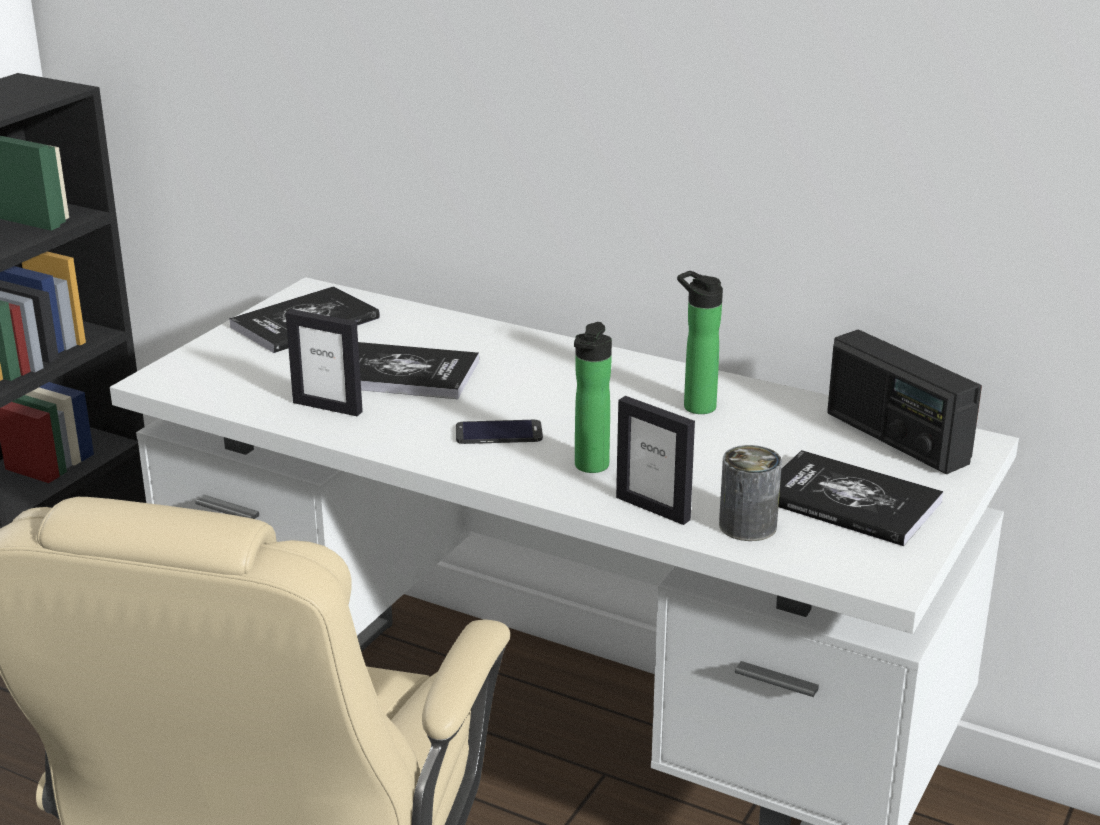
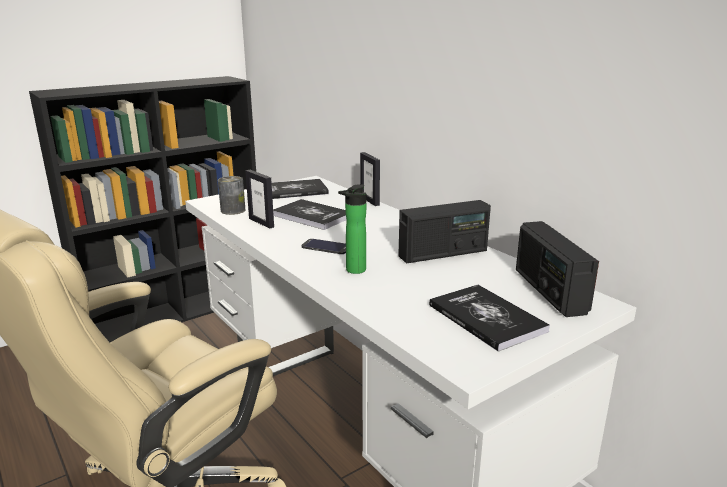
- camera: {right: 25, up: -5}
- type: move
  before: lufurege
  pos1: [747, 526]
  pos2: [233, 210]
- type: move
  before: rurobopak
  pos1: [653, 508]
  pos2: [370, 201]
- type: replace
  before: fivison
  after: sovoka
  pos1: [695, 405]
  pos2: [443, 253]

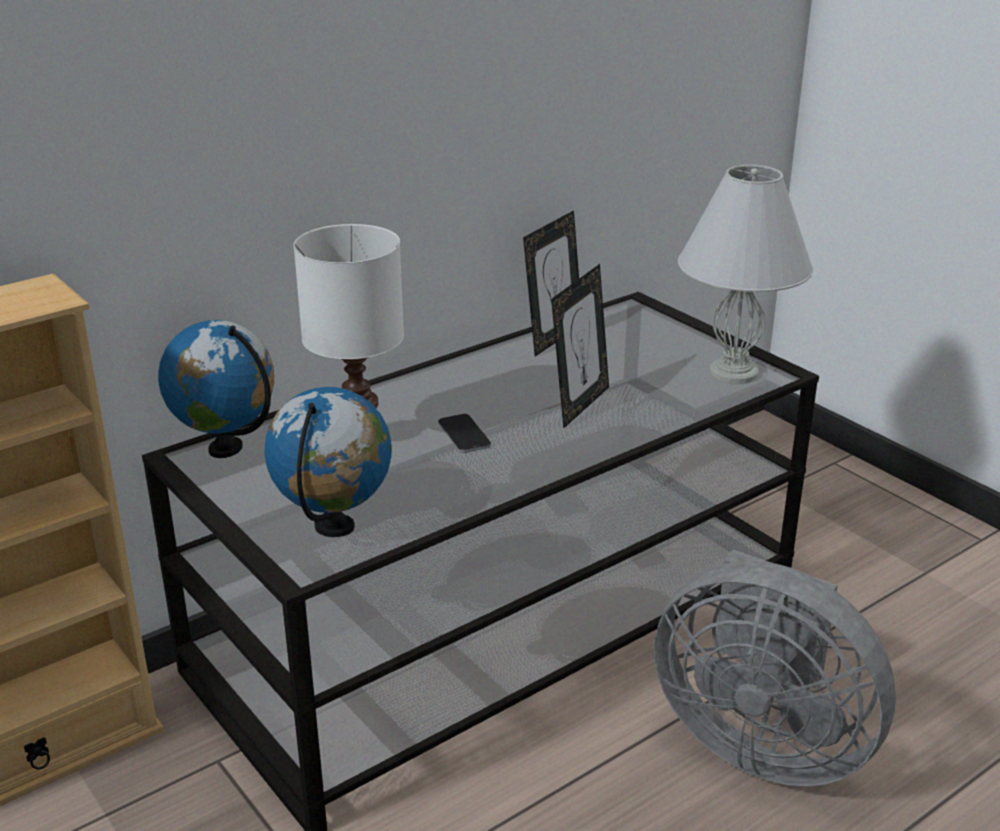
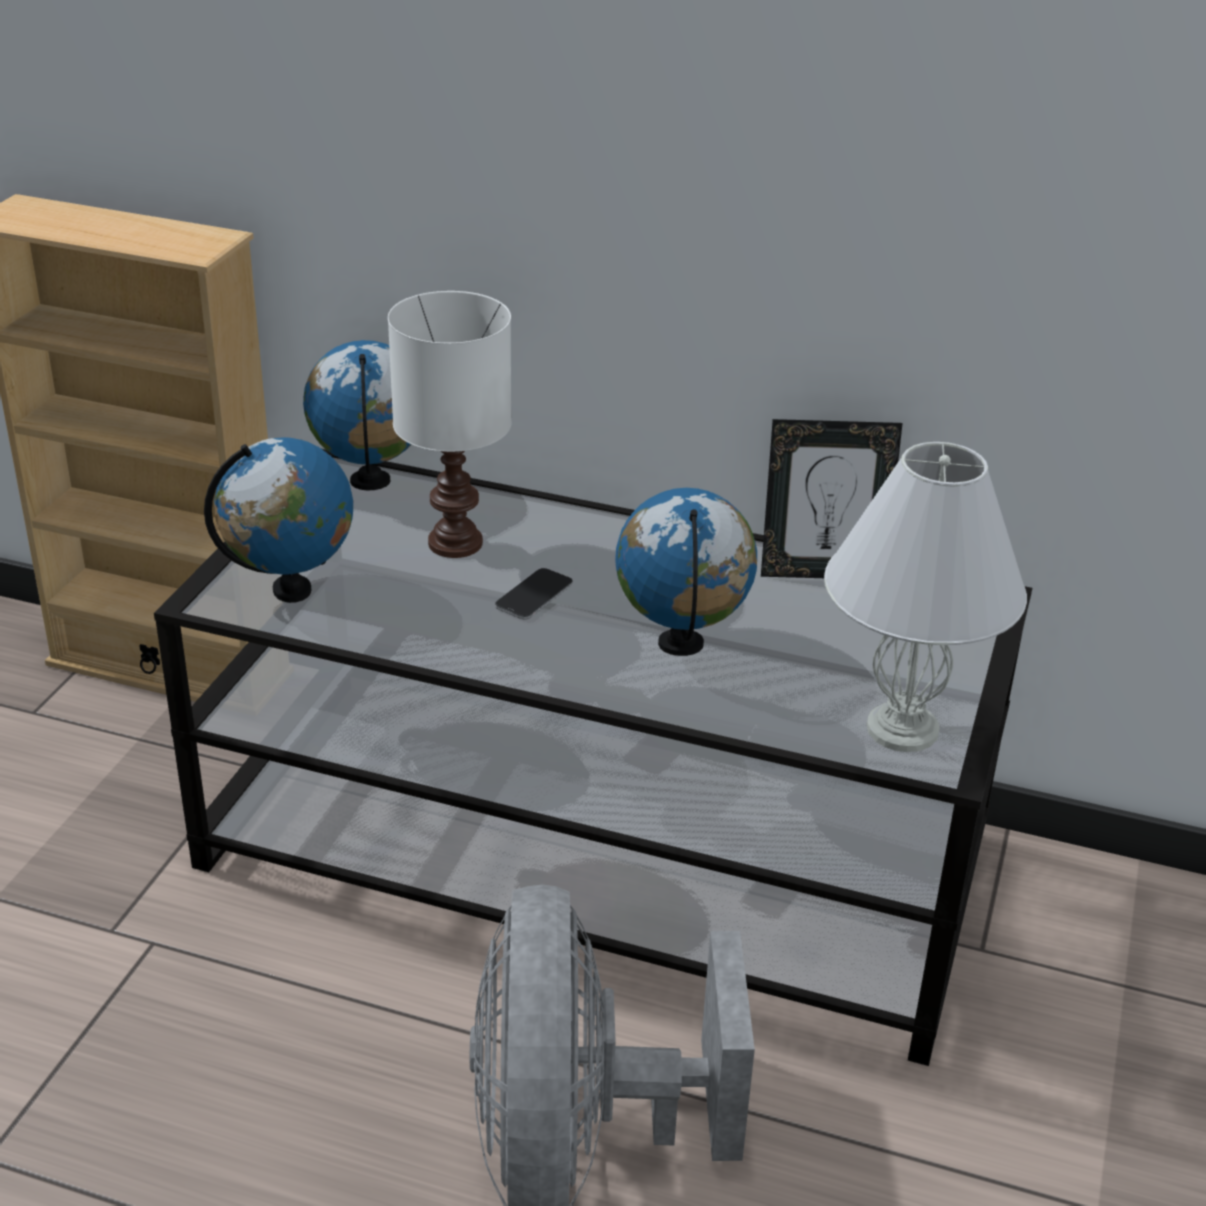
- camera: {right: 55, up: 5}
- type: replace
  before: rurobopak
  after: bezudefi
  pos1: [579, 405]
  pos2: [681, 644]

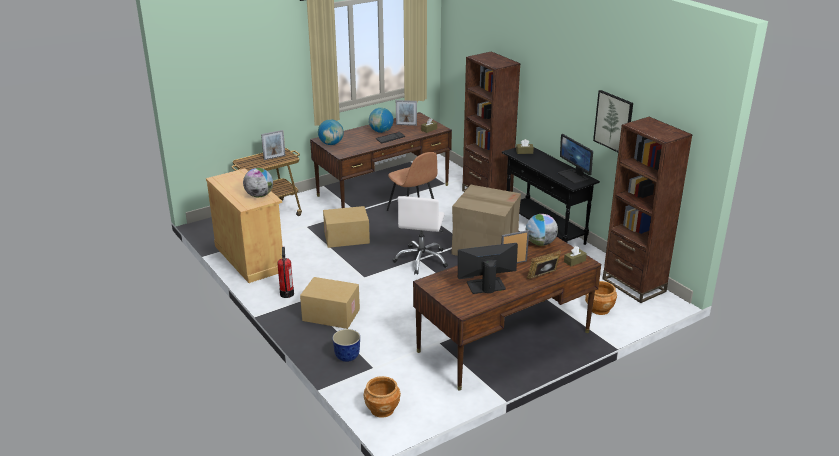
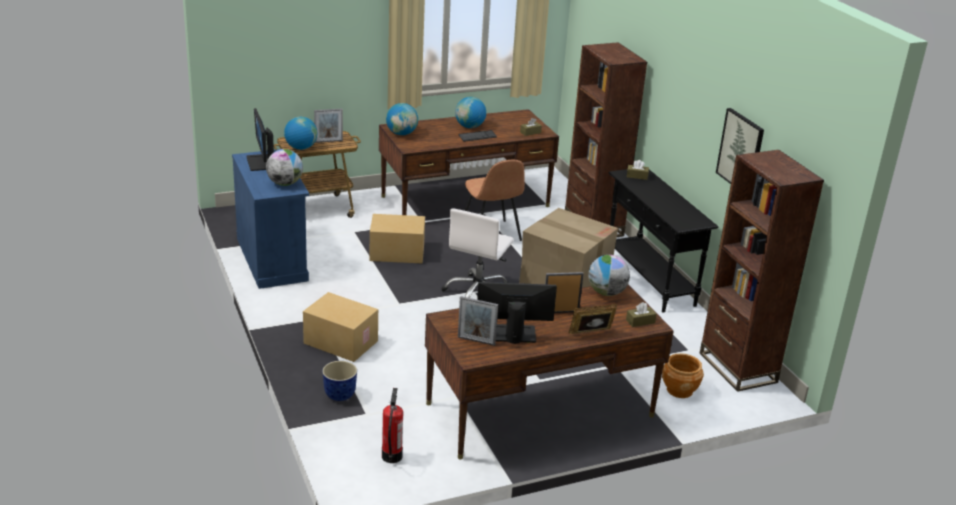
- camera: {right: 10, up: 0}
- type: recolor
  before: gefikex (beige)
  after: gefikex (blue)
  pos1: [250, 258]
  pos2: [272, 259]
- type: move
  before: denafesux
  pos1: [573, 176]
  pos2: [260, 162]
- type: insert
  after: bezudefi
  pos2: [301, 148]
- type: move
  before: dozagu
  pos1: [286, 294]
  pos2: [391, 456]
- type: move
  before: rurobopak
  pos1: [406, 125]
  pos2: [476, 341]
- type: delete
  before: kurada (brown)
  pos1: [382, 409]

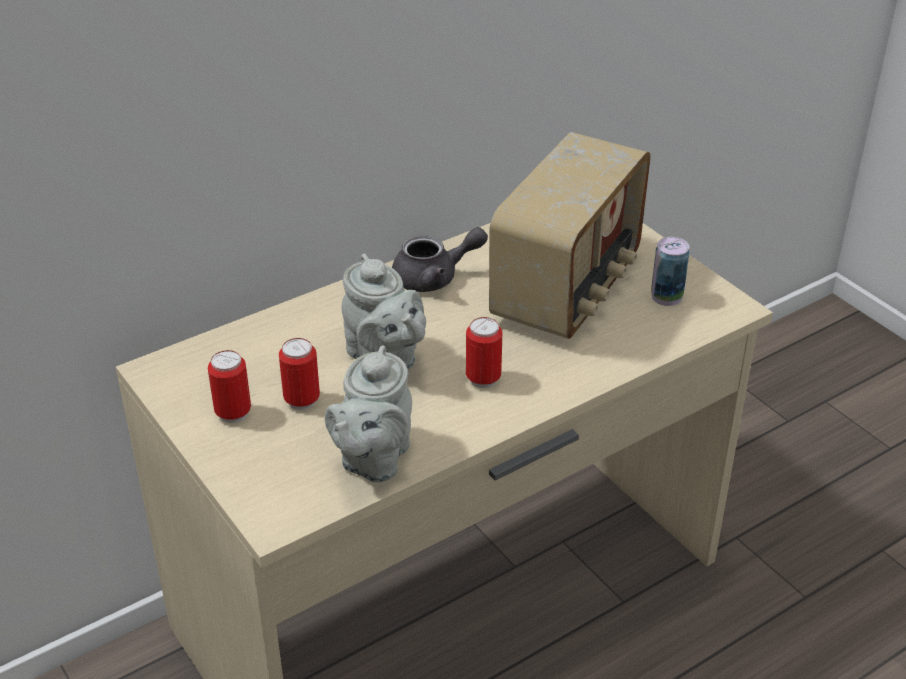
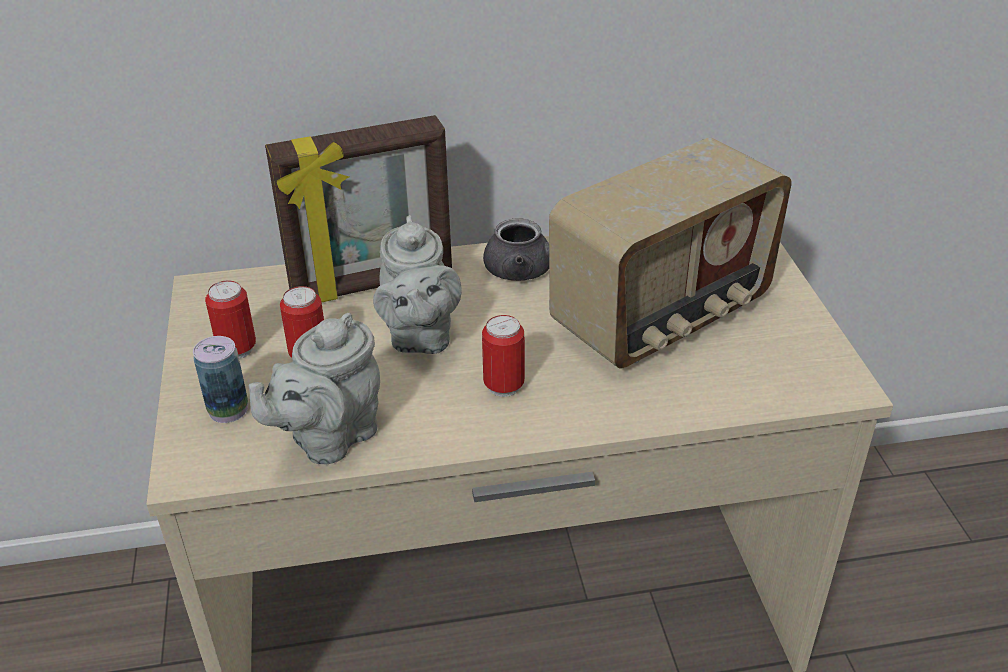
- camera: {right: 25, up: 0}
- type: move
  before: lufurege
  pos1: [666, 297]
  pos2: [228, 410]
- type: insert
  after: rurobopak
  pos2: [372, 284]

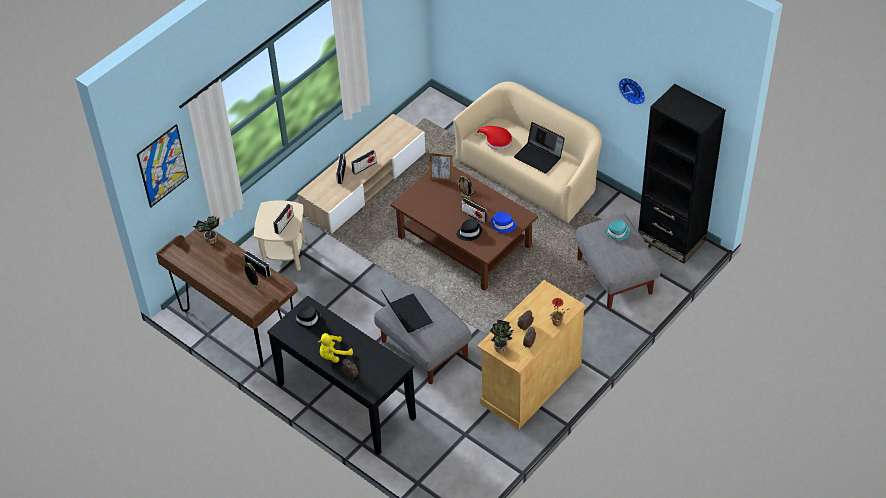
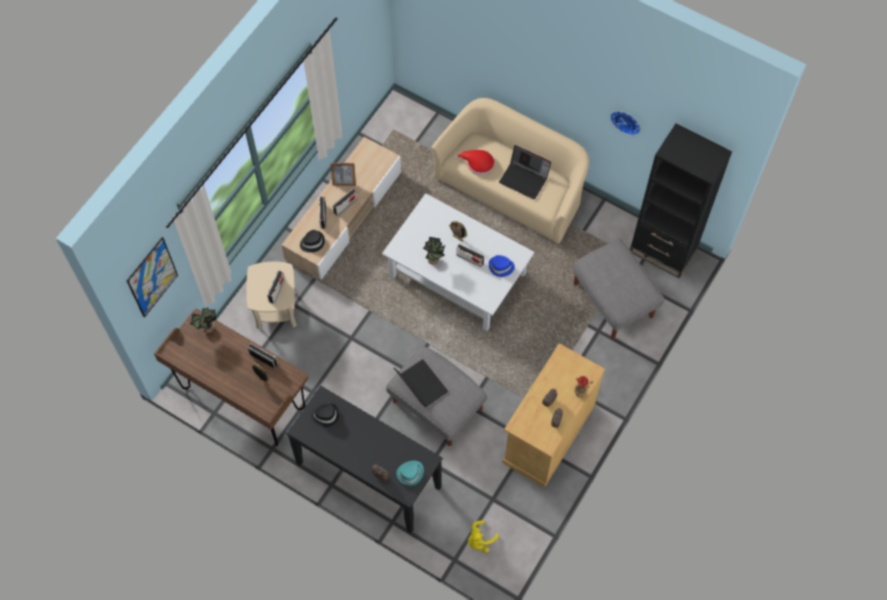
- camera: {right: -10, up: 15}
- type: move
  before: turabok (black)
  pos1: [469, 232]
  pos2: [312, 242]
- type: move
  before: rurobopak
  pos1: [441, 177]
  pos2: [344, 182]
- type: recolor
  before: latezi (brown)
  after: latezi (white)
  pos1: [465, 241]
  pos2: [458, 274]
- type: move
  before: turabok (turquoise)
  pos1: [618, 233]
  pos2: [410, 473]
- type: move
  before: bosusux
  pos1: [501, 349]
  pos2: [434, 261]
- type: move
  before: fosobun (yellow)
  pos1: [333, 355]
  pos2: [480, 540]

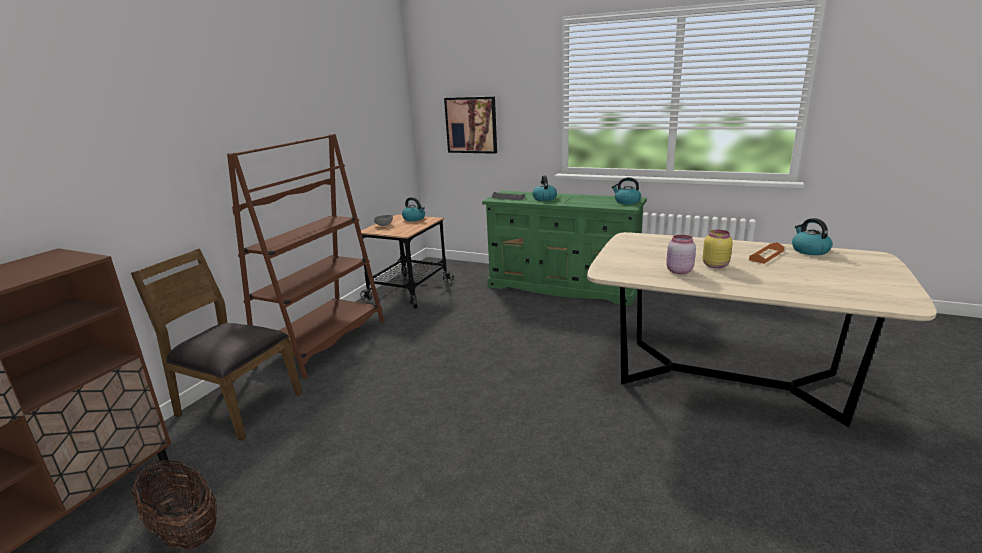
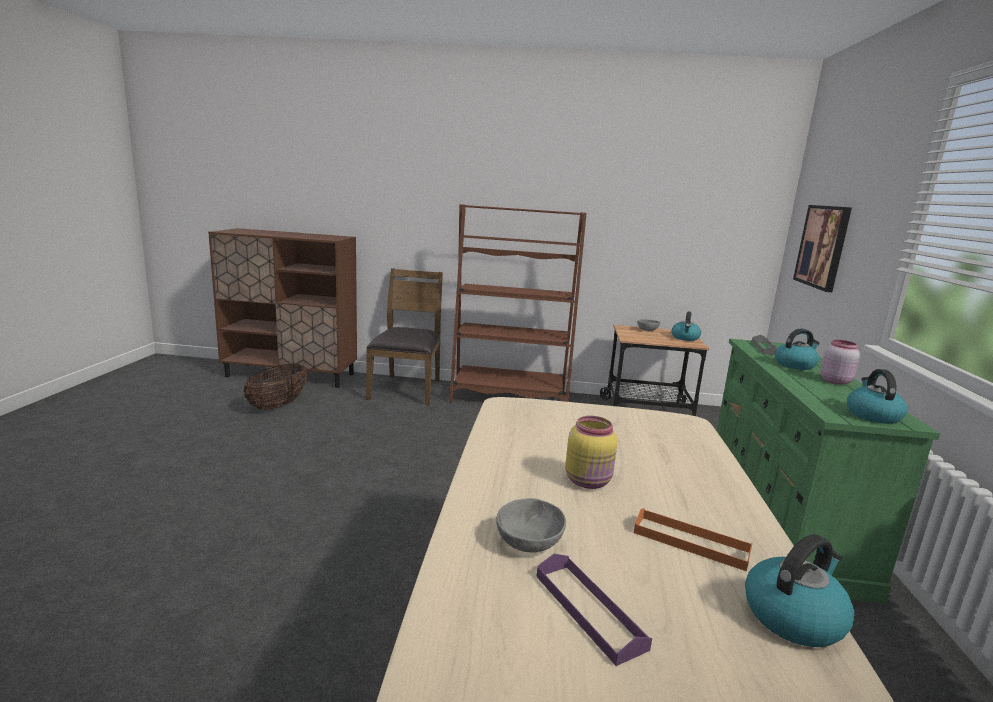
- camera: {right: 70, up: -5}
- type: insert
  after: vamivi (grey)
  pos2: [530, 543]
- type: insert
  after: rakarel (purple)
  pos2: [588, 610]
- type: move
  before: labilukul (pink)
  pos1: [678, 271]
  pos2: [834, 381]

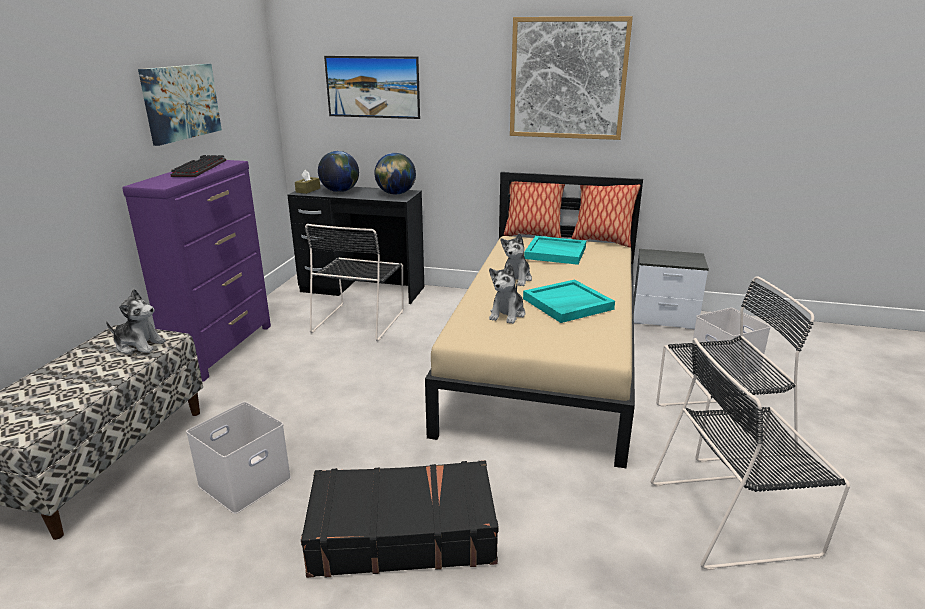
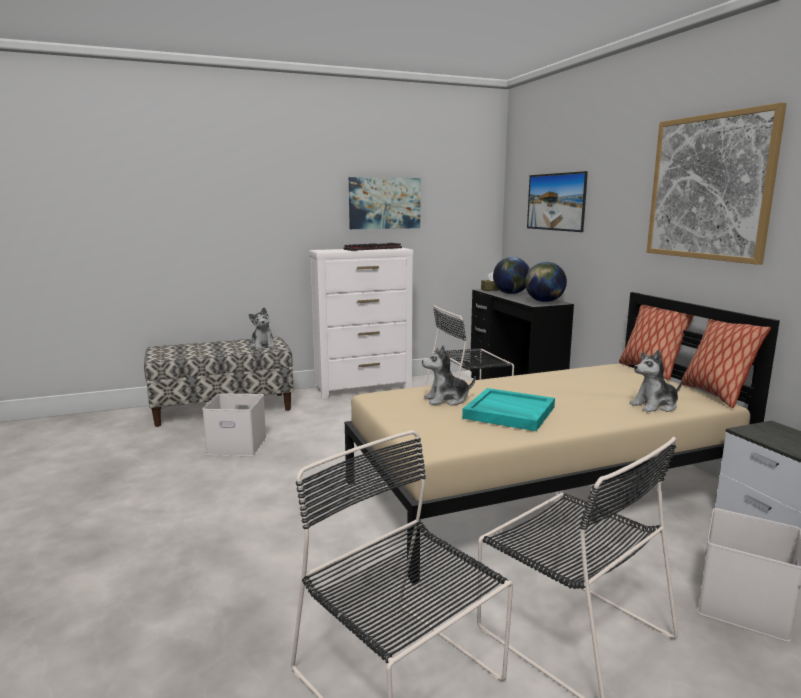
- camera: {right: 55, up: -10}
- type: recolor
  before: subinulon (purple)
  after: subinulon (white)
  pos1: [223, 348]
  pos2: [364, 388]
- type: move
  before: fosobun
  pos1: [516, 279]
  pos2: [655, 406]
- type: delete
  before: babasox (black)
  pos1: [402, 532]
- type: delete
  before: rakarel (turquoise)
  pos1: [556, 252]

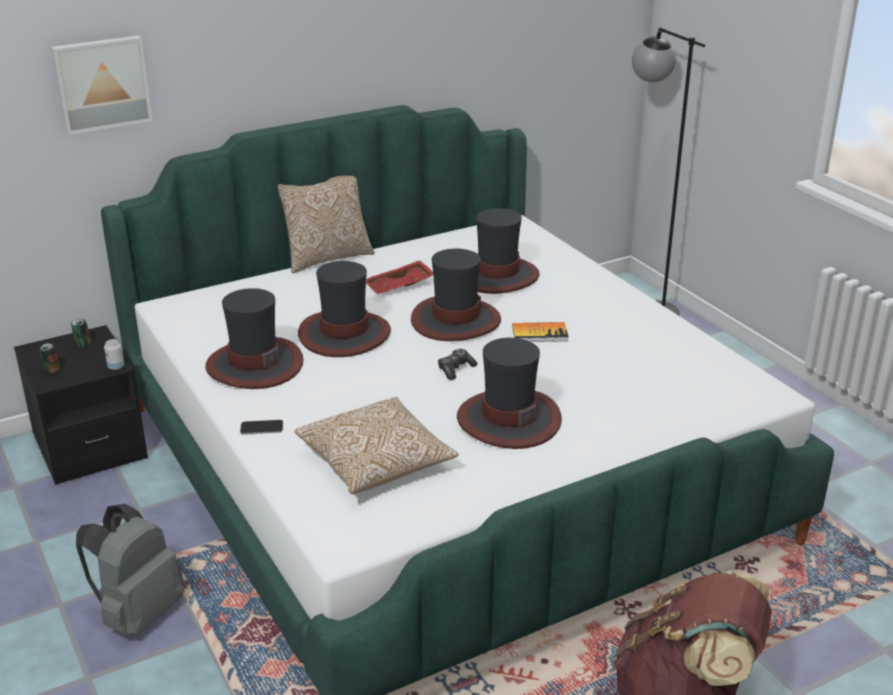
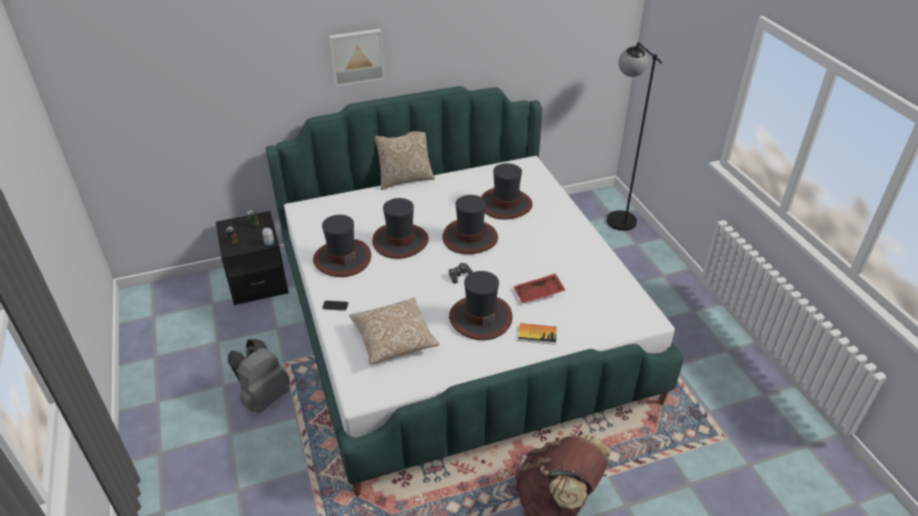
- camera: {right: 10, up: 10}
- type: move
  before: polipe
  pos1: [101, 83]
  pos2: [356, 56]
- type: move
  before: rakarel (red)
  pos1: [400, 286]
  pos2: [539, 294]
- type: move
  before: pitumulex
  pos1: [539, 333]
  pos2: [537, 334]

